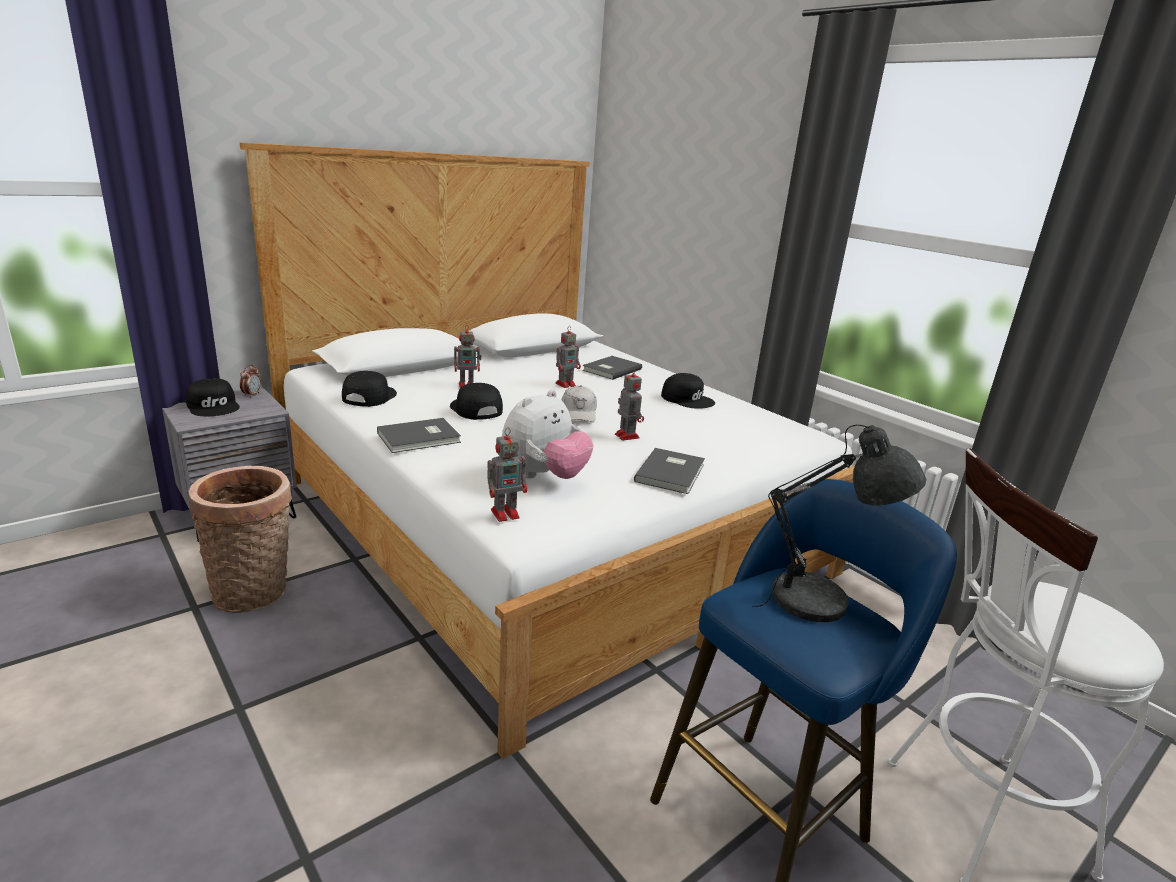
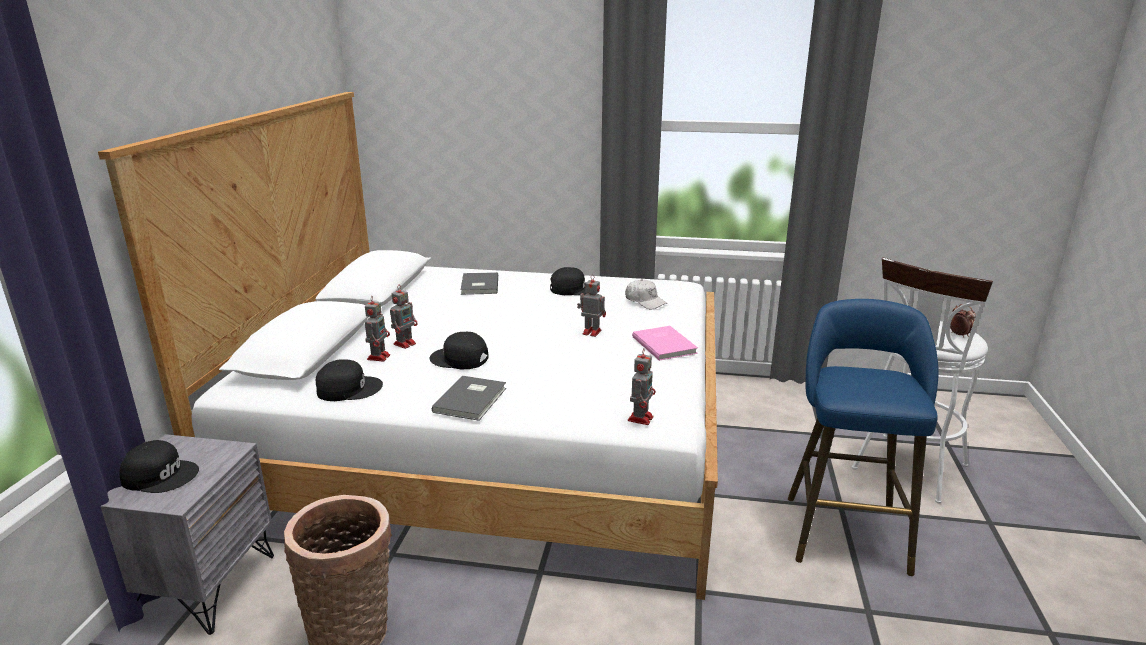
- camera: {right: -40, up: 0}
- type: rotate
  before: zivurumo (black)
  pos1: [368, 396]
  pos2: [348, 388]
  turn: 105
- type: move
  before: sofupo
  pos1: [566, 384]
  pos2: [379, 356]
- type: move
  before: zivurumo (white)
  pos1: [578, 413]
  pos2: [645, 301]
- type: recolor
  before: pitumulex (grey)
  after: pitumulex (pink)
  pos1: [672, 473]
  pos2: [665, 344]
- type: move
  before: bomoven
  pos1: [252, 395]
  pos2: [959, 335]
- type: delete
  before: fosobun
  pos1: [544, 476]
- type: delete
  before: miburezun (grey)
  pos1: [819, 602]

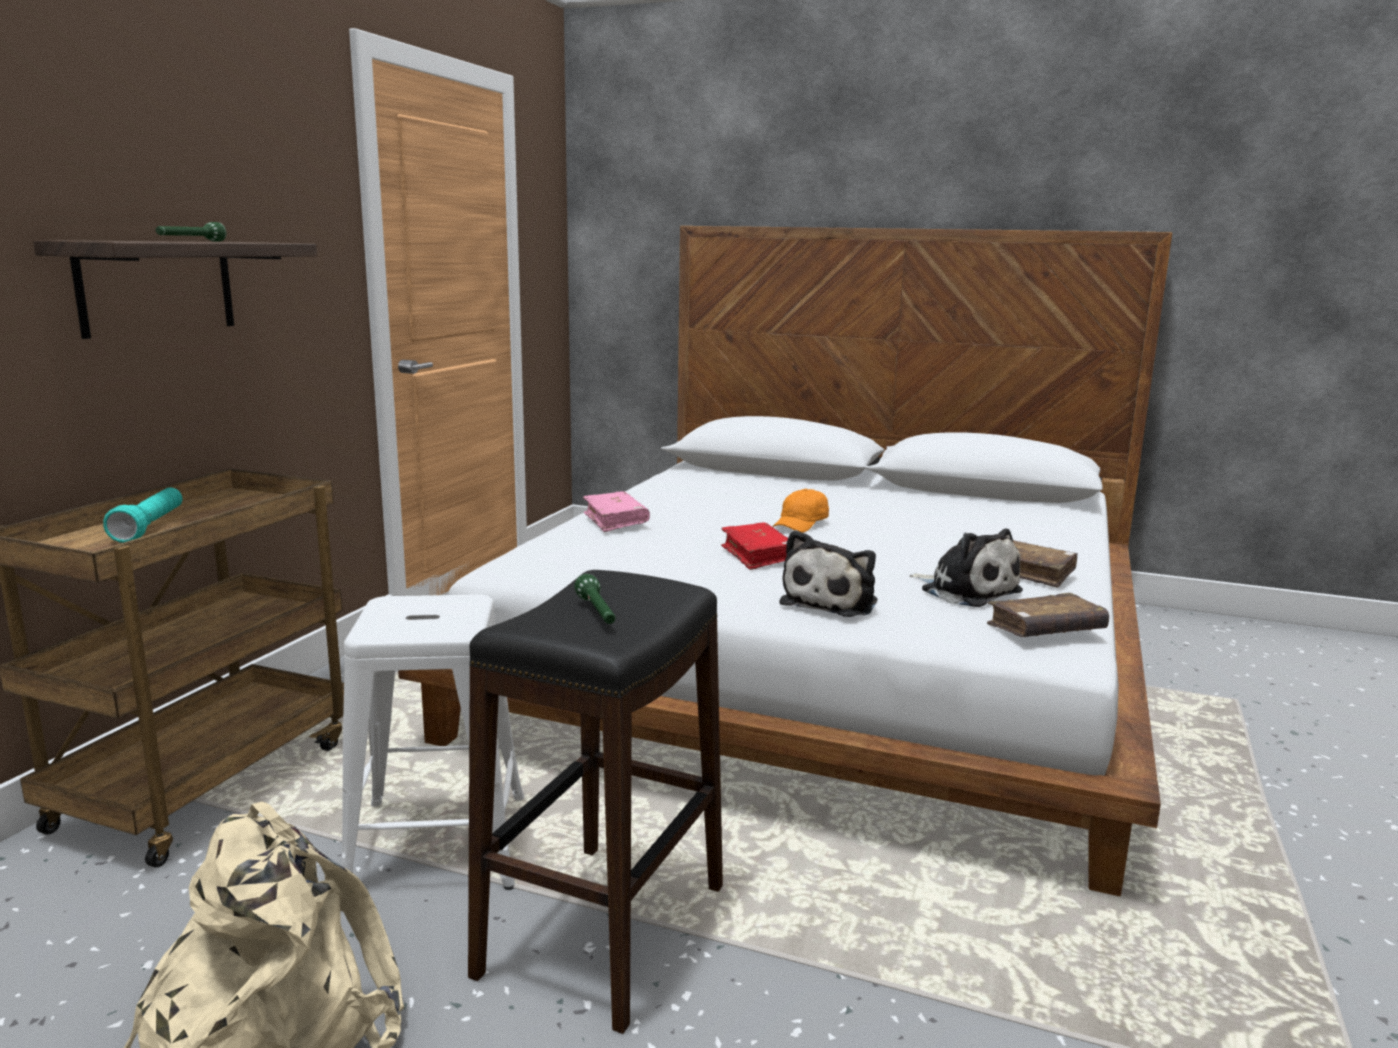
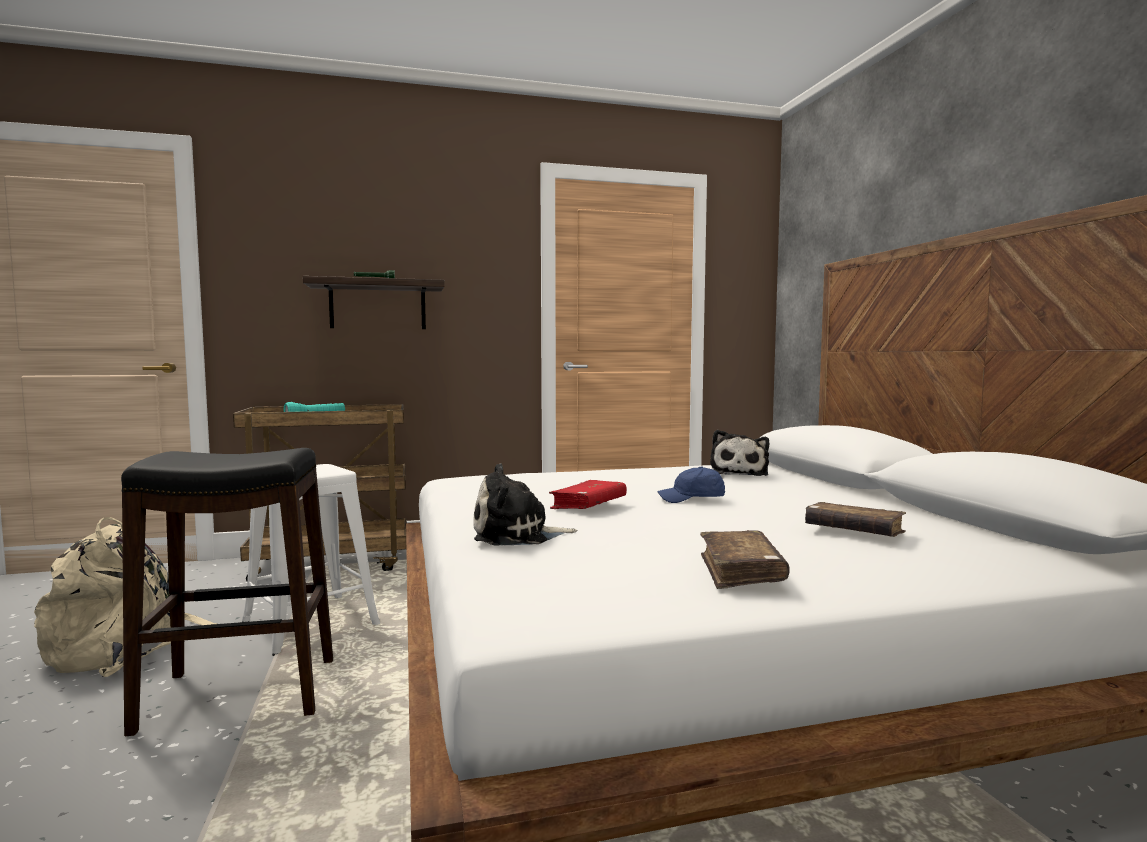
- camera: {right: 55, up: -10}
- type: recolor
  before: zivurumo (orange)
  after: zivurumo (blue)
  pos1: [801, 524]
  pos2: [692, 499]
- type: move
  before: fosobun
  pos1: [966, 591]
  pos2: [739, 473]
- type: move
  before: pitumulex (brown)
  pos1: [1045, 630]
  pos2: [853, 532]
- type: delete
  before: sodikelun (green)
  pos1: [597, 613]
- type: delete
  before: pitumulex (pink)
  pos1: [615, 520]

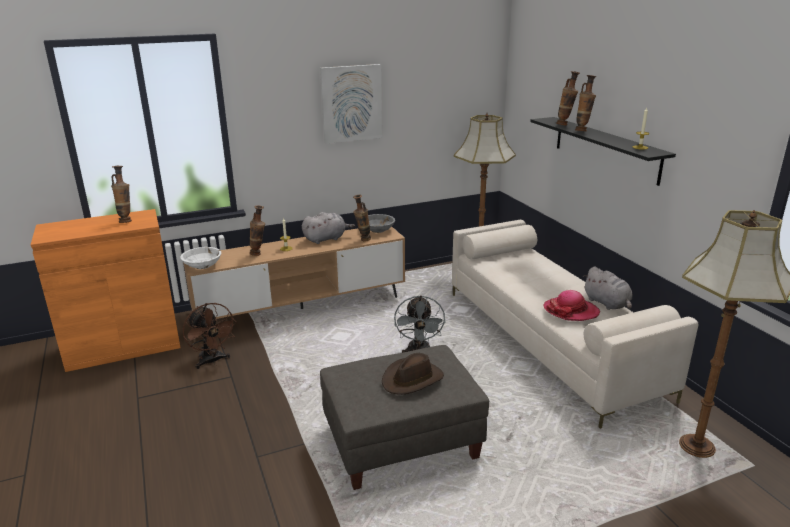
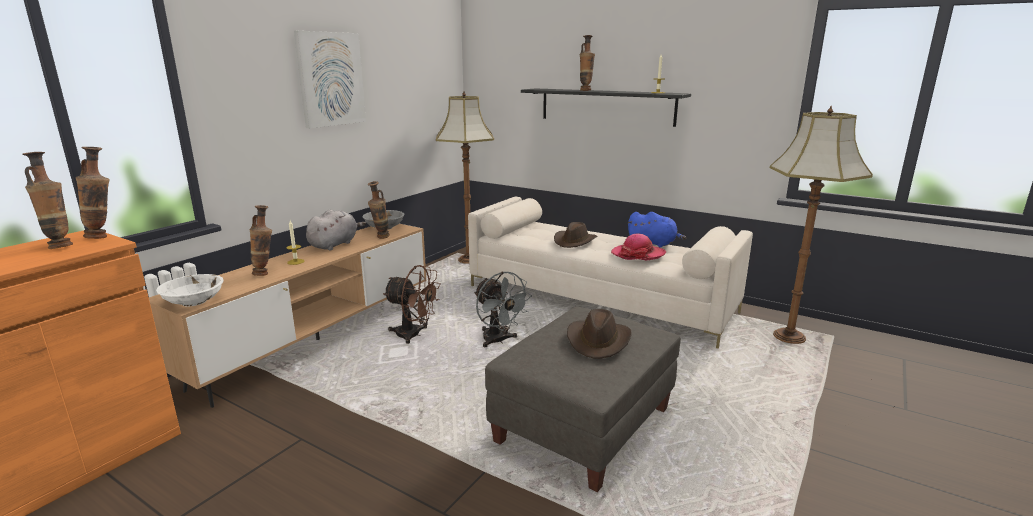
- camera: {right: -35, up: -5}
- type: move
  before: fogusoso
  pos1: [565, 125]
  pos2: [104, 237]
- type: move
  before: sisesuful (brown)
  pos1: [212, 361]
  pos2: [414, 335]
- type: insert
  after: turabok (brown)
  pos2: [575, 241]
- type: recolor
  before: fosobun (grey)
  after: fosobun (blue)
  pos1: [607, 303]
  pos2: [653, 244]

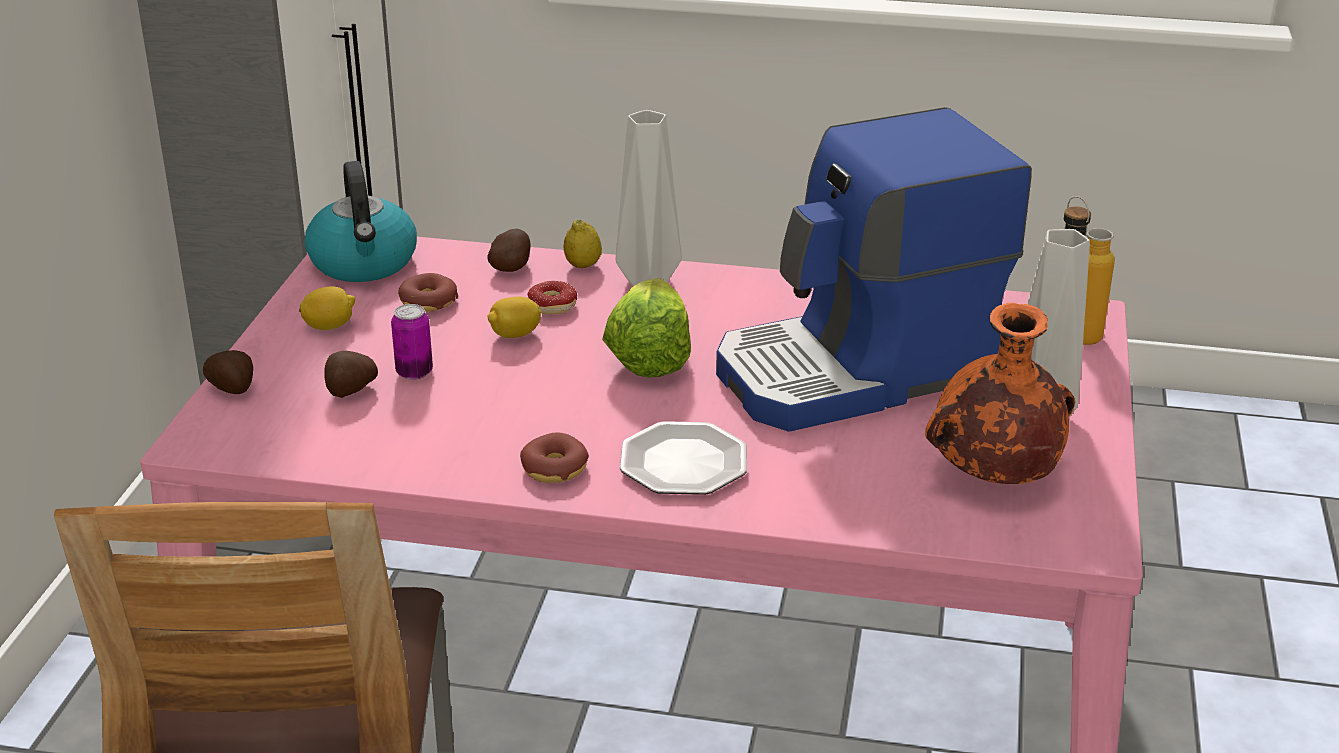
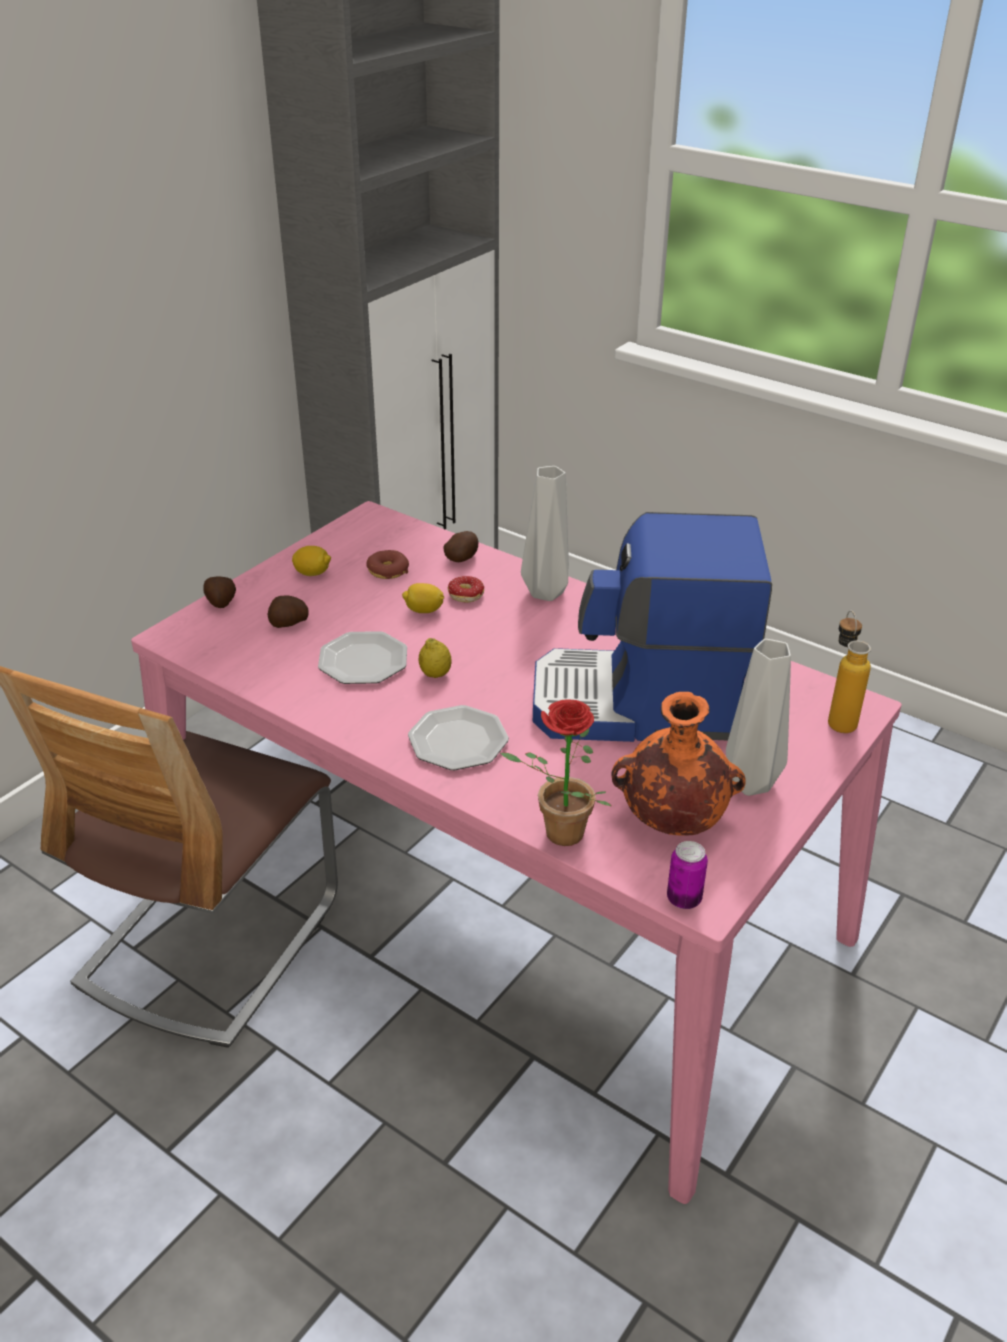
- camera: {right: 25, up: 5}
- type: insert
  after: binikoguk
  pos2: [364, 661]
- type: move
  before: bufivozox
  pos1: [583, 266]
  pos2: [435, 674]
- type: insert
  after: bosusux
  pos2: [556, 835]
- type: move
  before: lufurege
  pos1: [414, 372]
  pos2: [684, 899]
- type: delete
  before: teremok
  pos1: [364, 263]
- type: delete
  before: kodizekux
  pos1: [555, 468]
- type: delete
  before: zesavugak
  pos1: [648, 356]

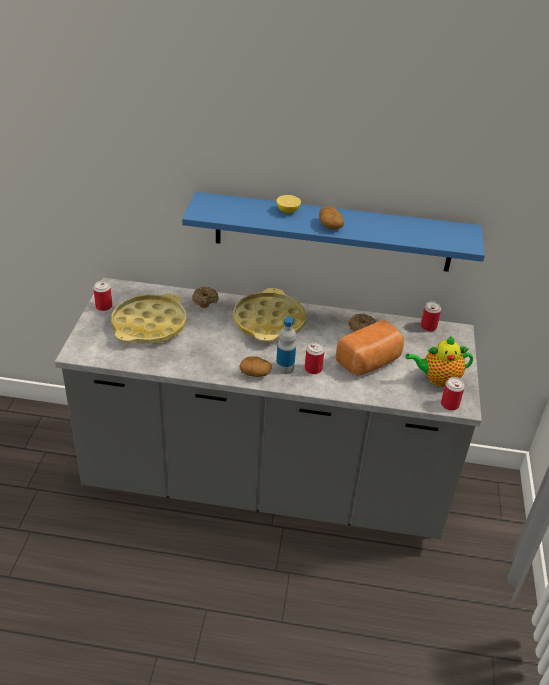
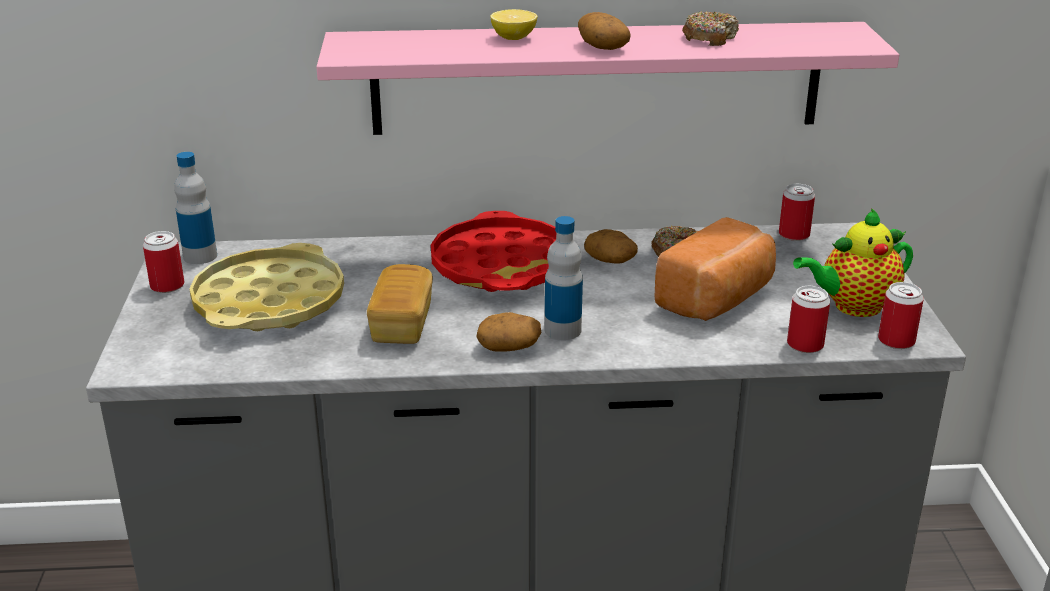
- camera: {right: -10, up: -10}
- type: insert
  after: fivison
  pos2: [200, 256]
- type: recolor
  before: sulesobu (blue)
  after: sulesobu (pink)
  pos1: [333, 232]
  pos2: [596, 78]
- type: insert
  after: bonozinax
  pos2: [402, 324]
- type: recolor
  before: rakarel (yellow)
  after: rakarel (red)
  pos1: [269, 322]
  pos2: [502, 266]
- type: insert
  after: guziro
  pos2: [611, 260]
- type: move
  before: kodizekux
  pos1: [205, 300]
  pos2: [709, 38]
- type: move
  before: lufurege
  pos1: [313, 369]
  pos2: [805, 345]

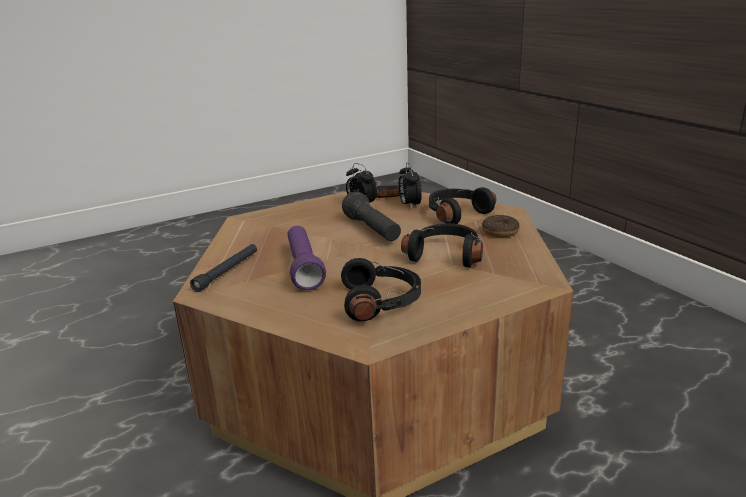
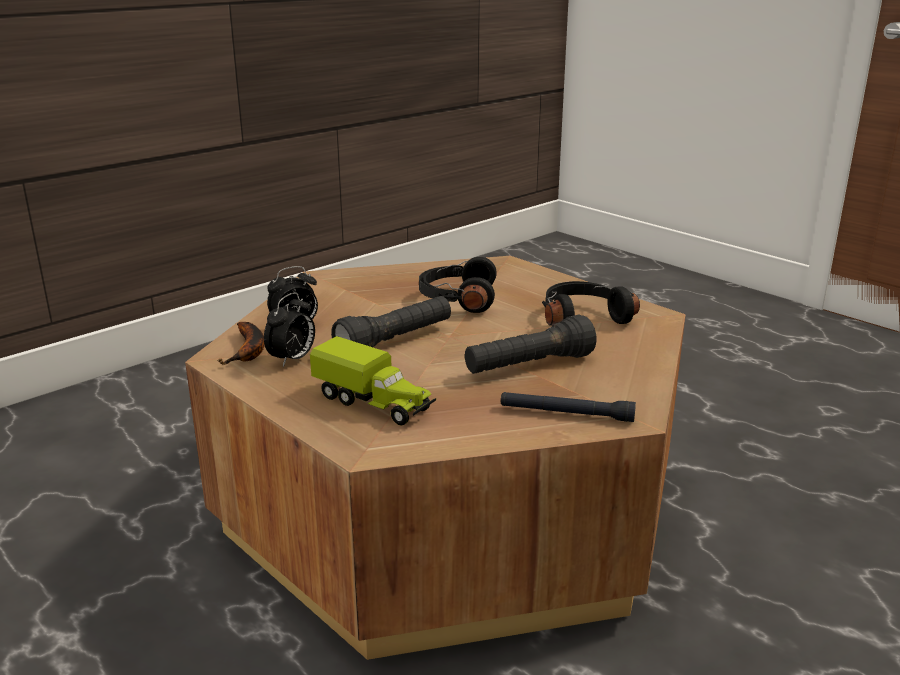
- camera: {right: -105, up: 0}
- type: insert
  after: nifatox
  pos2: [374, 404]
- type: recolor
  before: sodikelun (purple)
  after: sodikelun (black)
  pos1: [303, 268]
  pos2: [529, 366]
- type: delete
  before: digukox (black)
  pos1: [456, 214]
- type: delete
  before: kodizekux
  pos1: [500, 231]

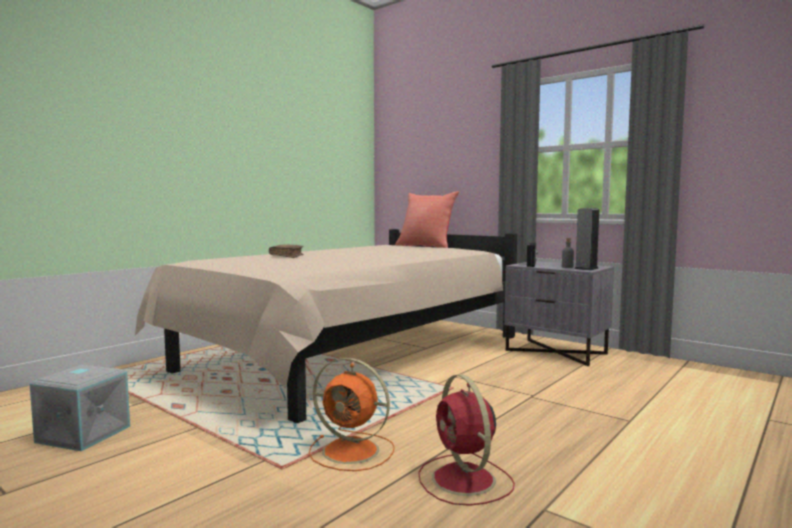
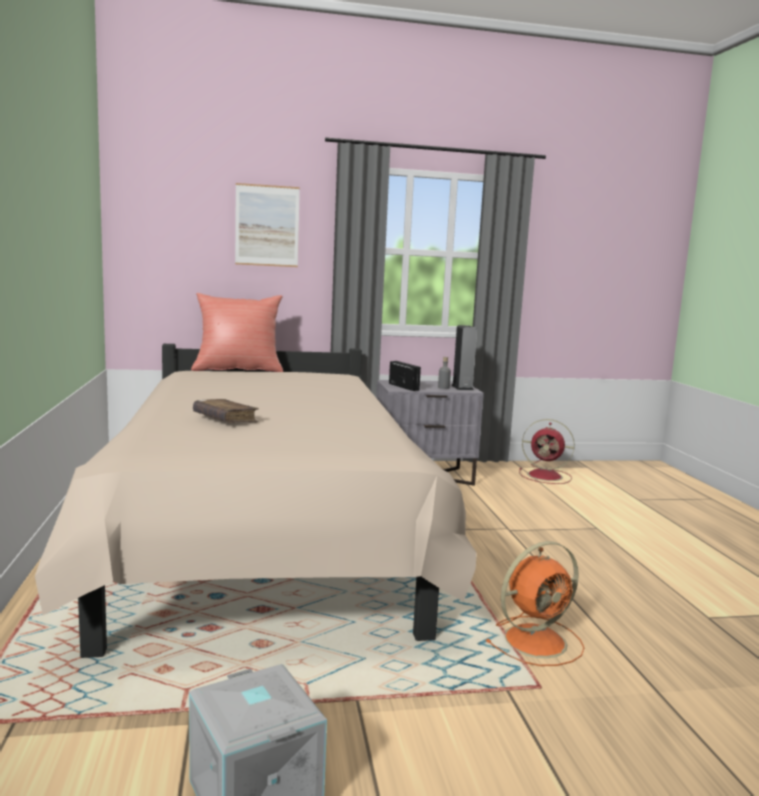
- camera: {right: -50, up: 5}
- type: insert
  after: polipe
  pos2: [267, 225]
- type: move
  before: sisesuful (red)
  pos1: [465, 480]
  pos2: [546, 476]

